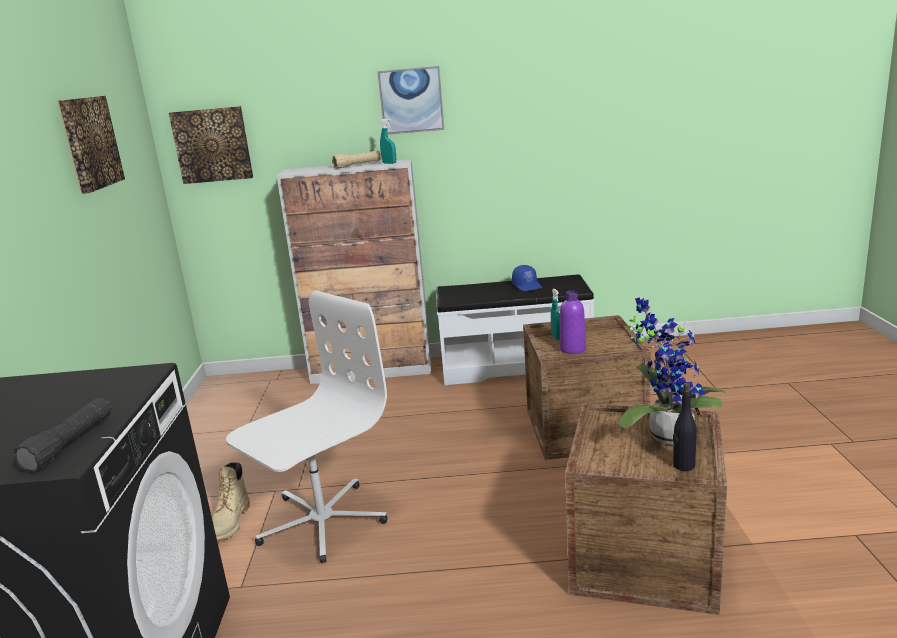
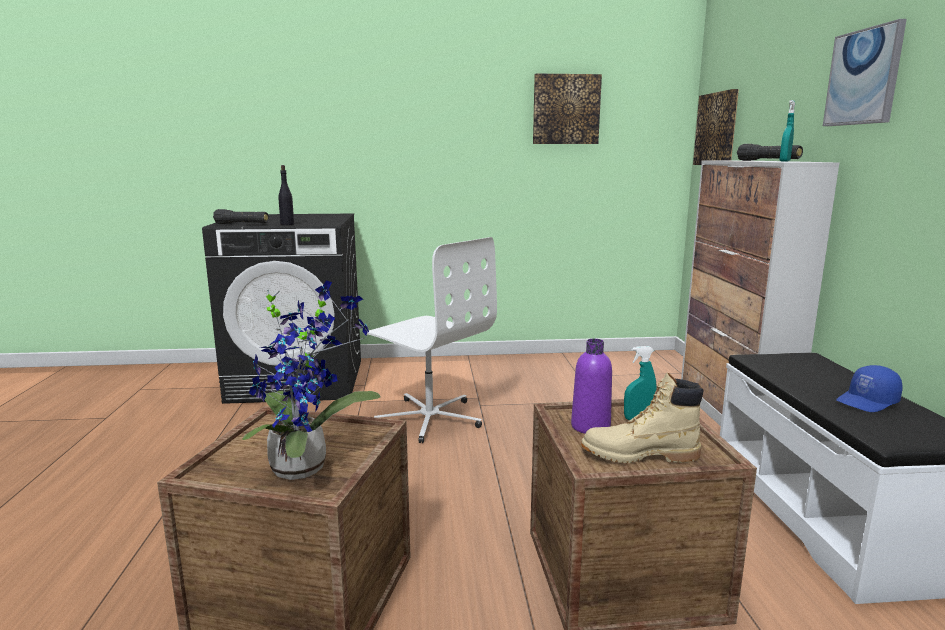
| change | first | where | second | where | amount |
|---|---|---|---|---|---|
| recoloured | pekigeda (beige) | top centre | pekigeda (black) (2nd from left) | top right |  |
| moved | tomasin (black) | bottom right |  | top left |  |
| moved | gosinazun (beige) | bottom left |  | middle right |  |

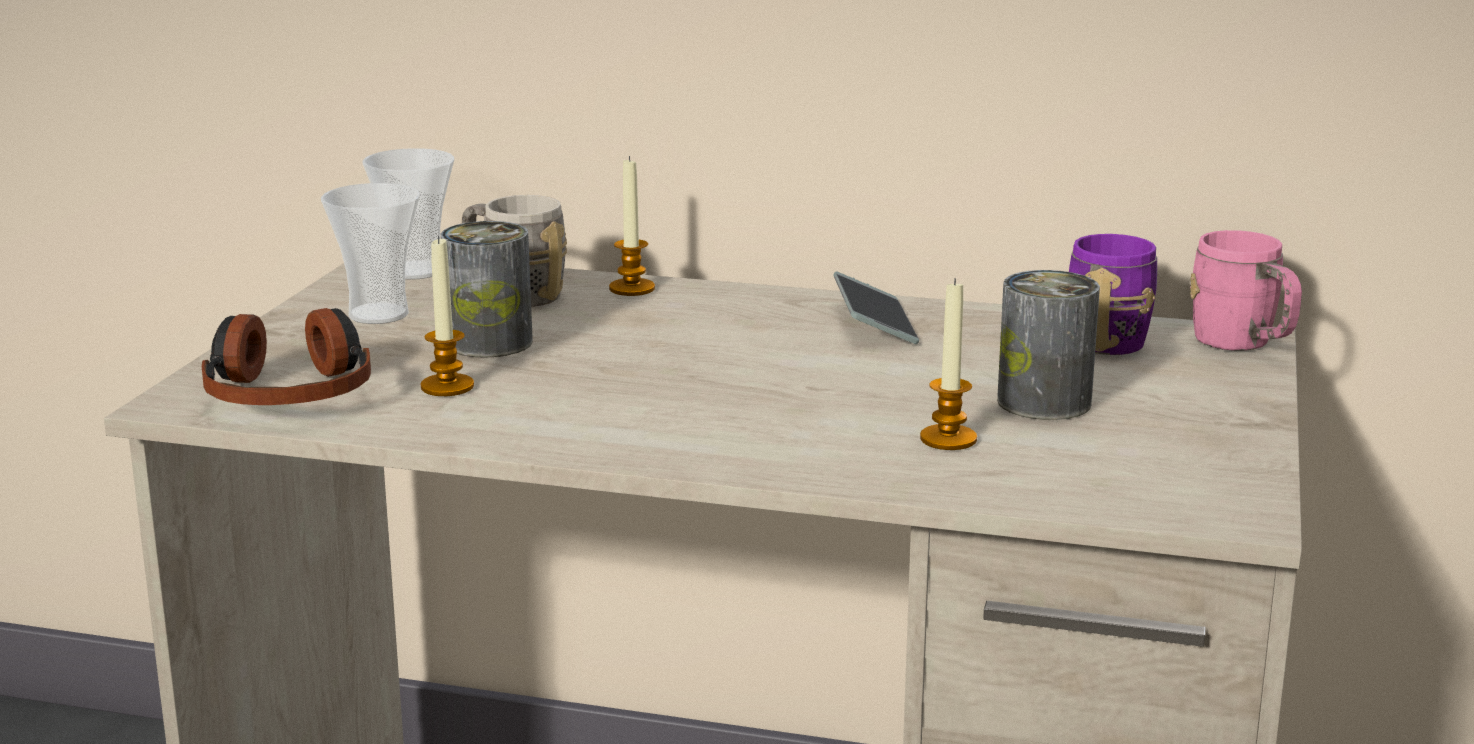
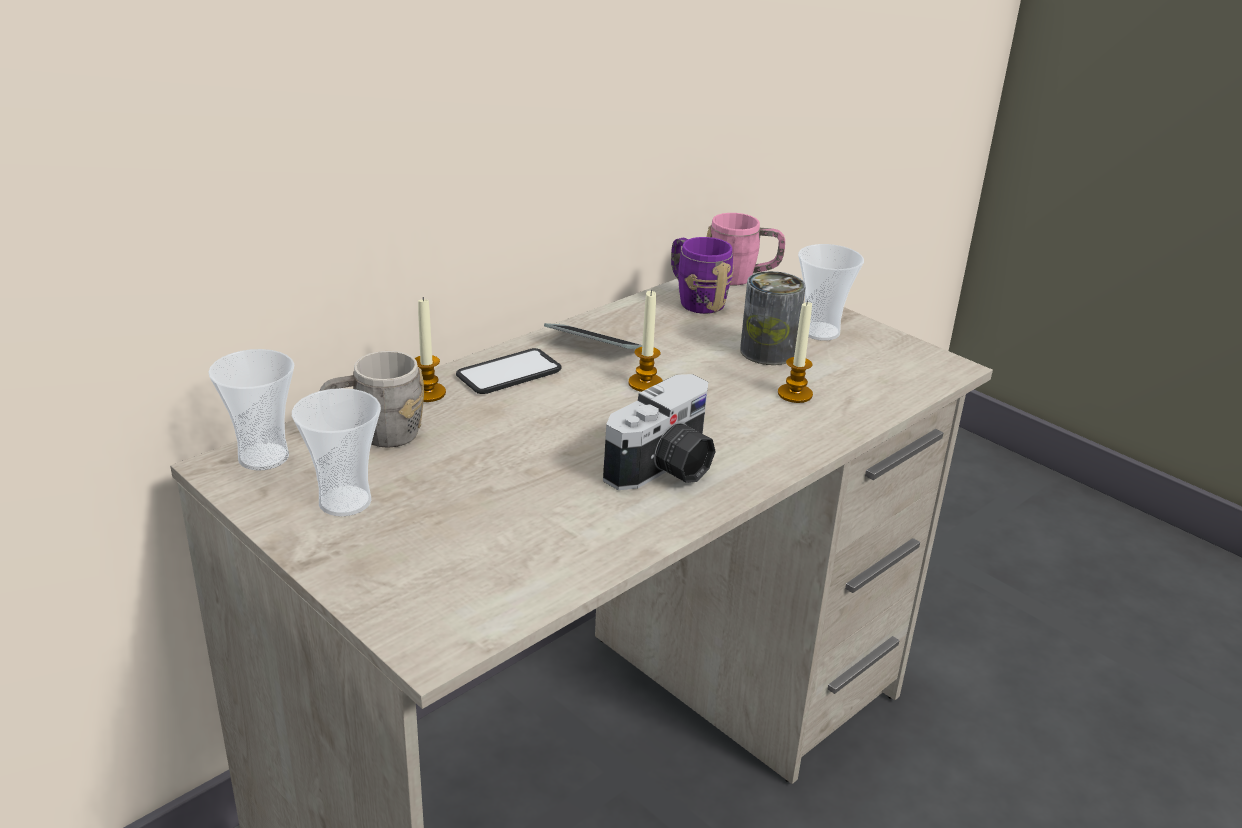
| change | first | where | second | where | amount |
|---|---|---|---|---|---|
| removed | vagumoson (1st from left) | middle left |  |  |  |
| moved | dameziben (1st from left in the first image) | middle left | dameziben (2nd from left) | centre |  |
| removed | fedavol | middle left |  |  |  |
| added |  |  | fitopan (3rd from left) | middle right |  |
| added |  |  | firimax (1st from left) | centre |  |
| added |  |  | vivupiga | centre |  |

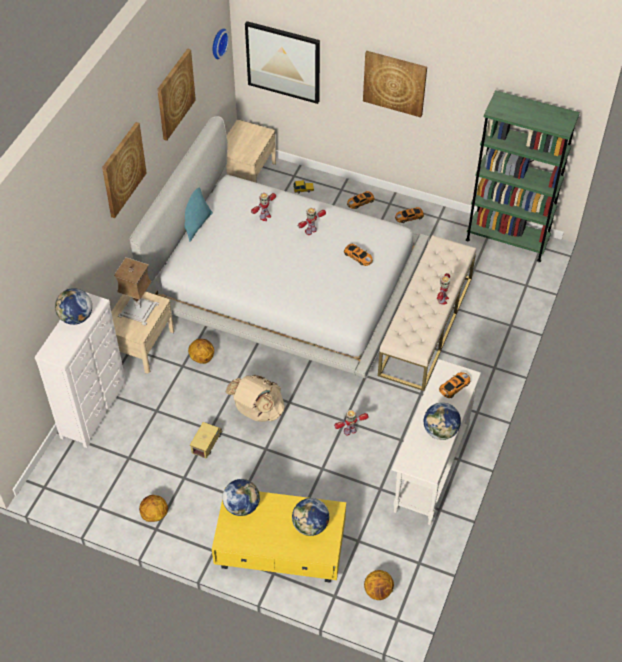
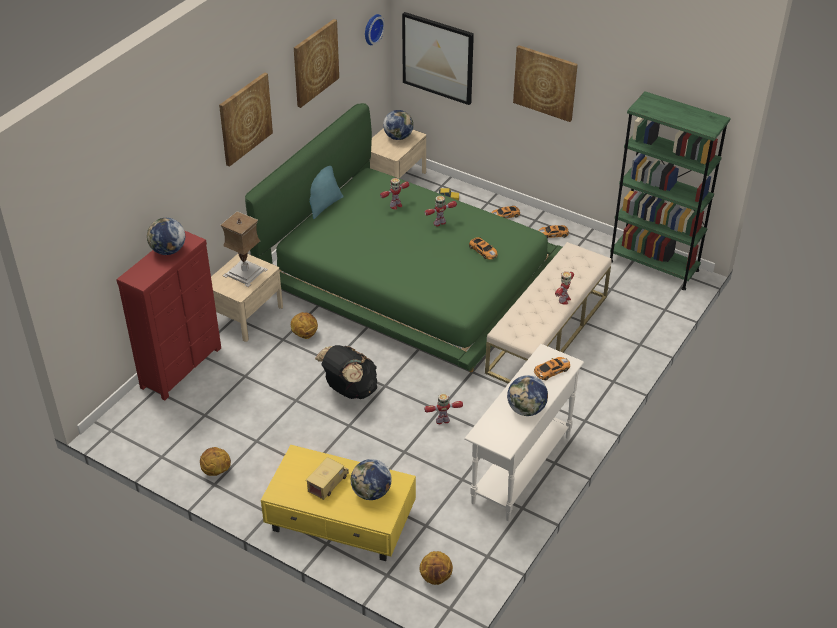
| change | first | where | second | where | amount |
|---|---|---|---|---|---|
| recoloured | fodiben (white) | centre | fodiben (green) | centre |  |
| recoloured | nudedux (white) | middle left | nudedux (red) | middle left |  |
| recoloured | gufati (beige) | centre | gufati (black) | centre |  |
| moved | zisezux | middle left |  | bottom centre |  |
| moved | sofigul (2nd from left in the first image) | bottom centre | sofigul (3rd from left) | top centre |  |

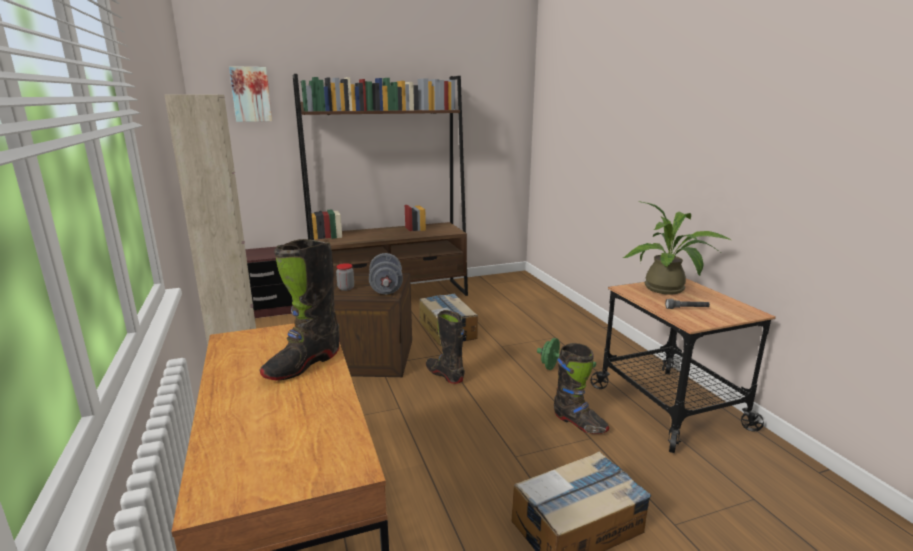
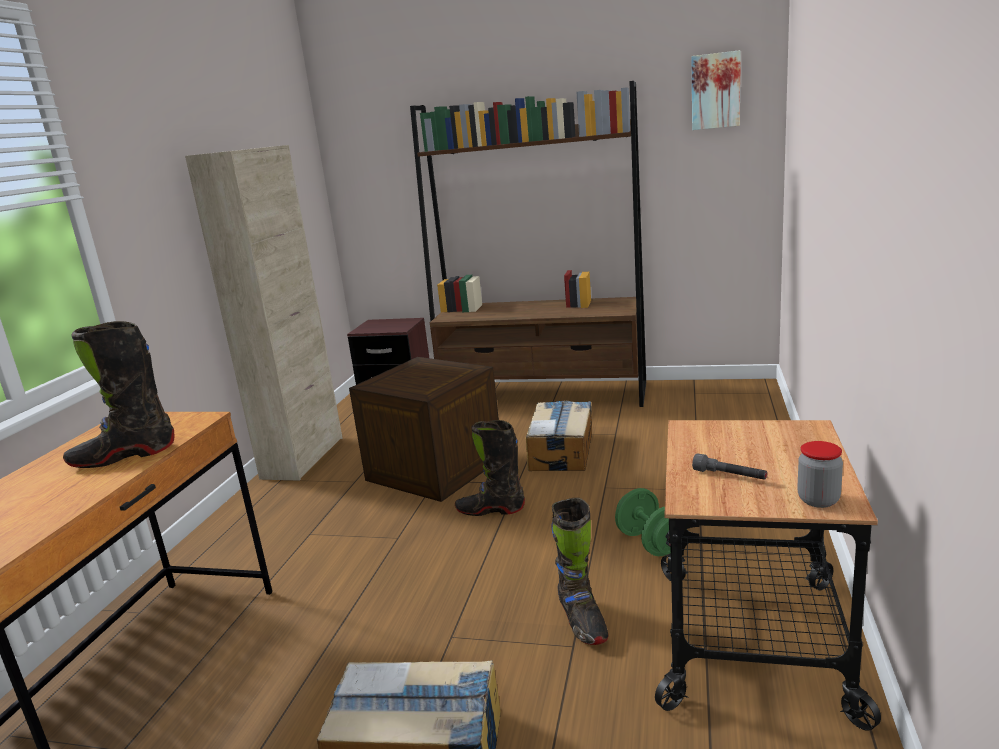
| change | first | where | second | where | amount |
|---|---|---|---|---|---|
| moved | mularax | top left |  | top right |  |
| removed | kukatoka | middle right |  |  |  |
| removed | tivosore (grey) | centre |  |  |  |
| moved | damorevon | centre |  | middle right |  |
| turned | gosinazun (black) (2nd from left) | centre |  | centre | 75 degrees counterclockwise |

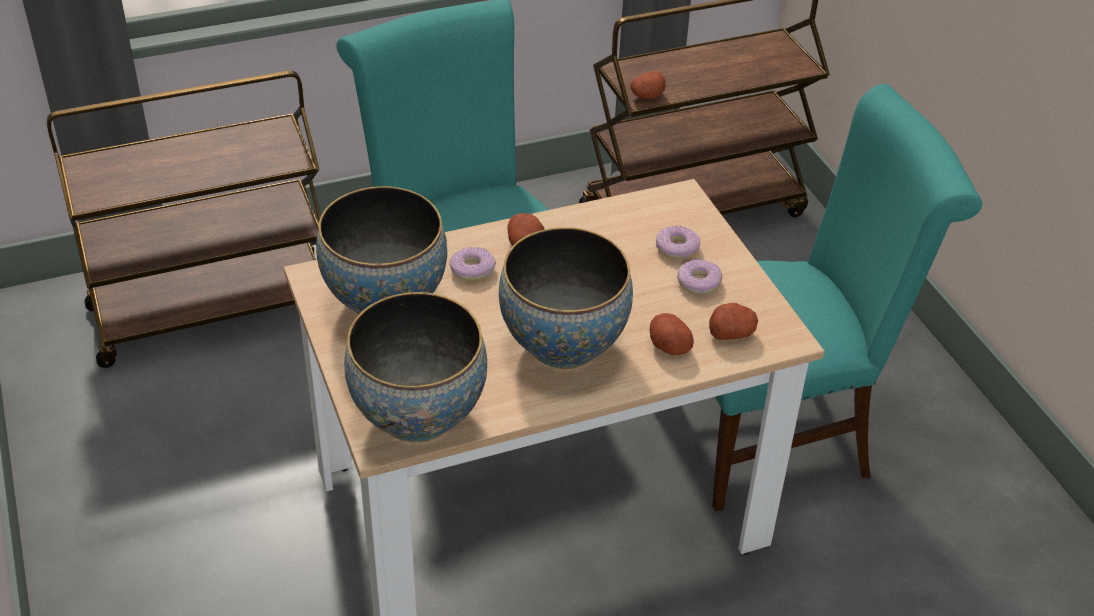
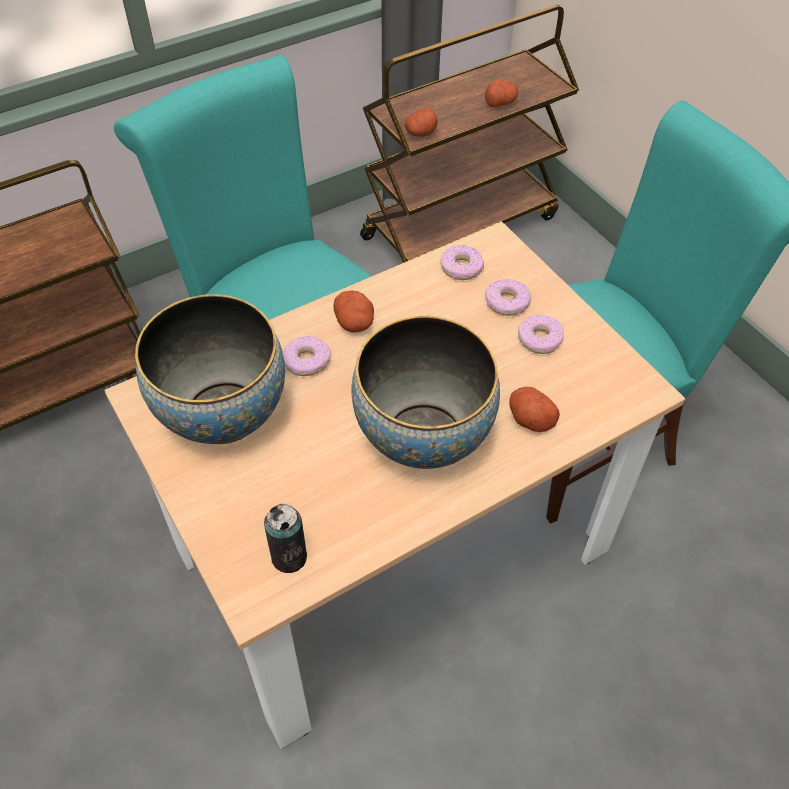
| change | first | where | second | where | amount |
|---|---|---|---|---|---|
| replaced | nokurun (2nd from left) | centre | vagumoson | bottom centre |  |
| moved | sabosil (4th from left in the first image) | middle right | sabosil (3rd from left) | top centre |  |
| added |  |  | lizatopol (2nd from left) | top centre |  |

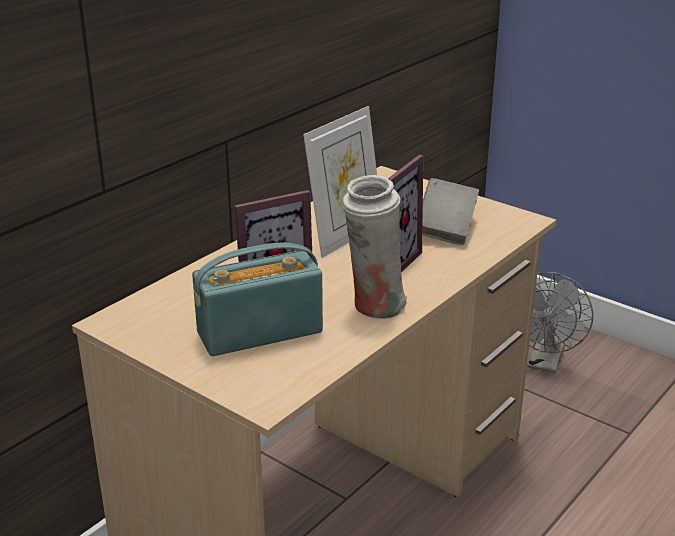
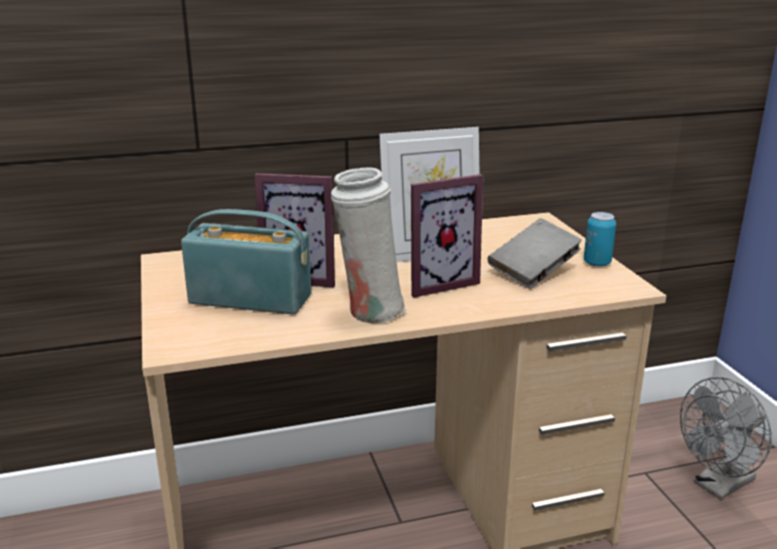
| change | first | where | second | where | amount |
|---|---|---|---|---|---|
| added |  |  | vagumoson | middle right |  |

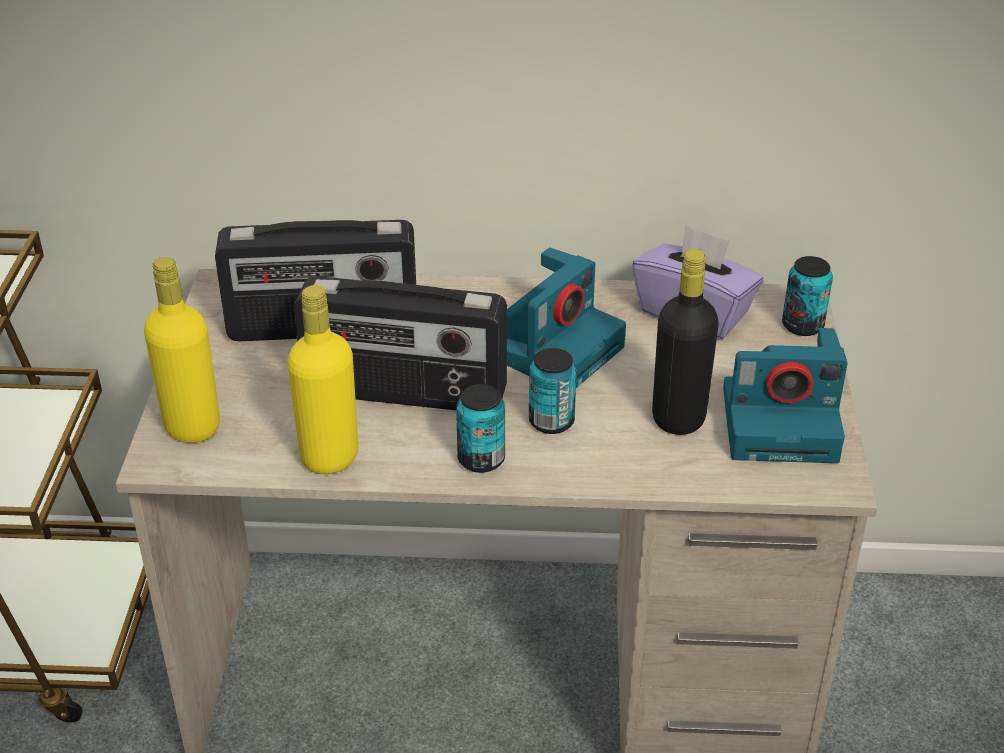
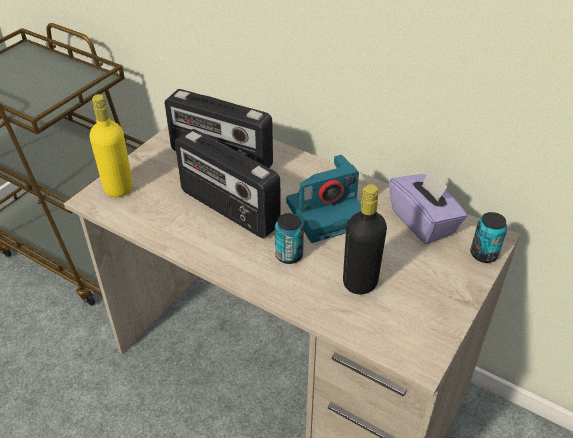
| change | first | where | second | where | amount |
|---|---|---|---|---|---|
| removed | tomasin (yellow) (2nd from left) | middle left |  |  |  |
| removed | vivupiga (2nd from left) | middle right |  |  |  |
| removed | vagumoson (1st from left) | centre |  |  |  |

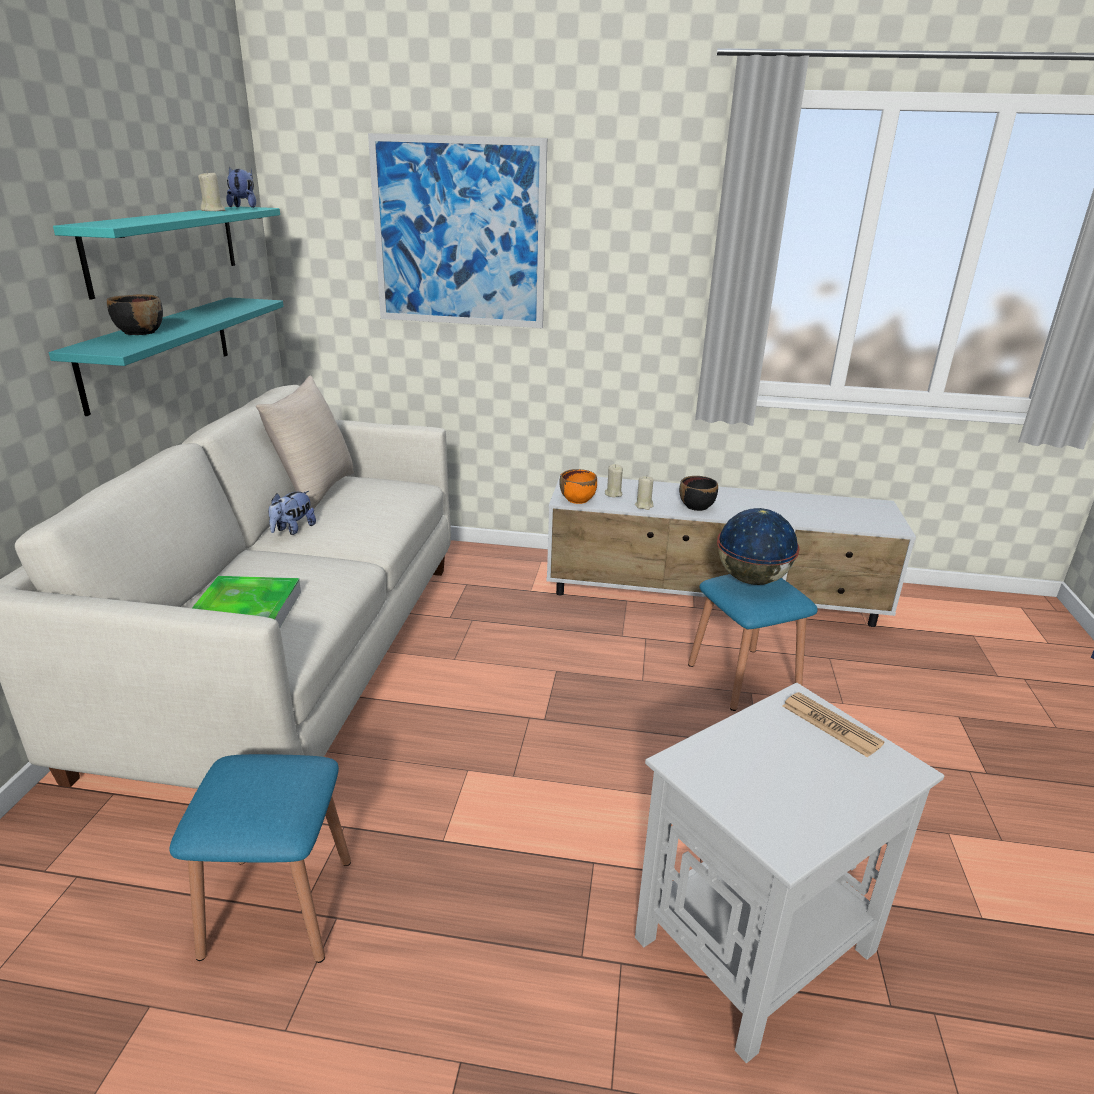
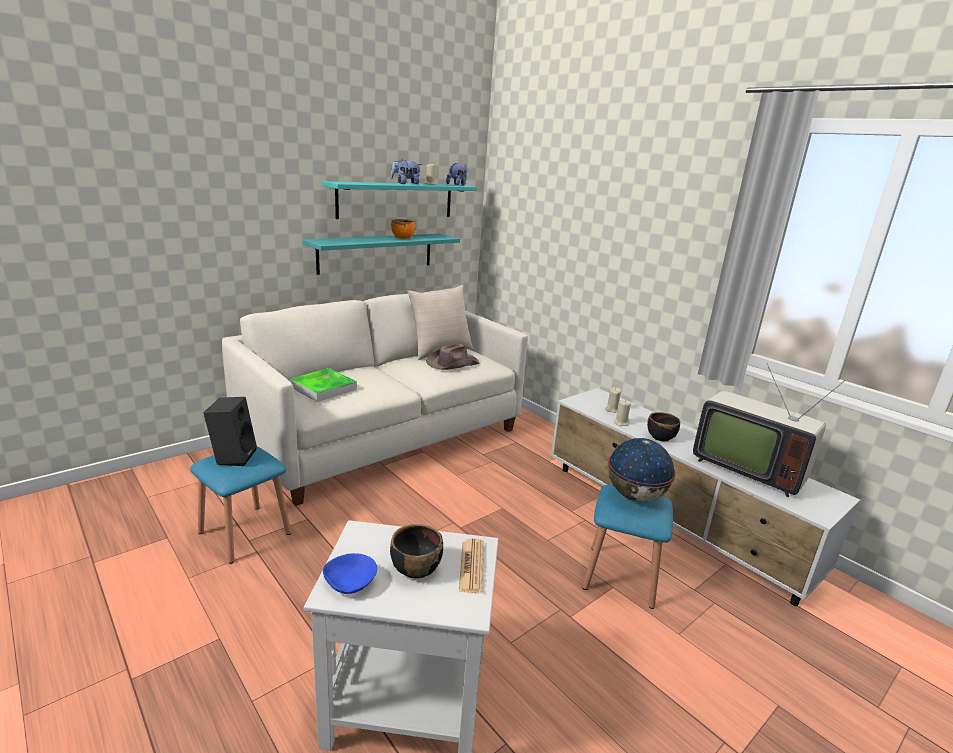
| change | first | where | second | where | amount |
|---|---|---|---|---|---|
| removed | mularax | top centre |  |  |  |
| moved | nokurun (black) (1st from left) | top left |  | bottom centre |  |
| moved | nokurun (orange) | centre |  | top centre |  |
| moved | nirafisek (2nd from left in the first image) | middle left | nirafisek (1st from left) | top centre |  |
| added |  |  | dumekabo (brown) | centre |  |
| added |  |  | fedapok | middle right |  |
| added |  |  | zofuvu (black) | middle left |  |
| added |  |  | nokurun (blue) | bottom centre |  |

